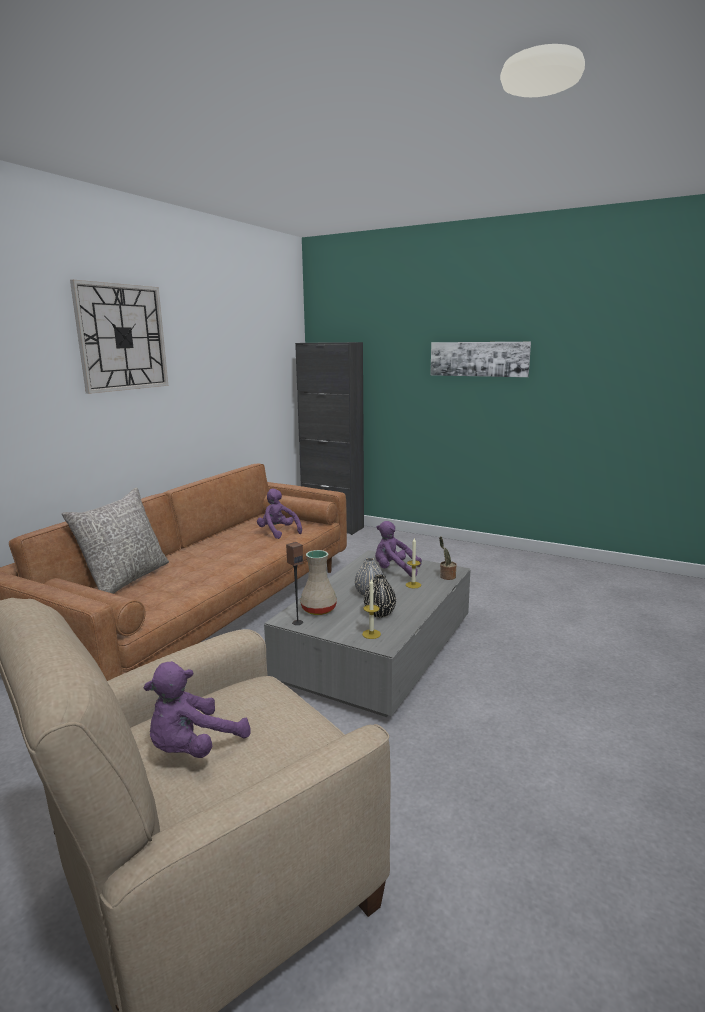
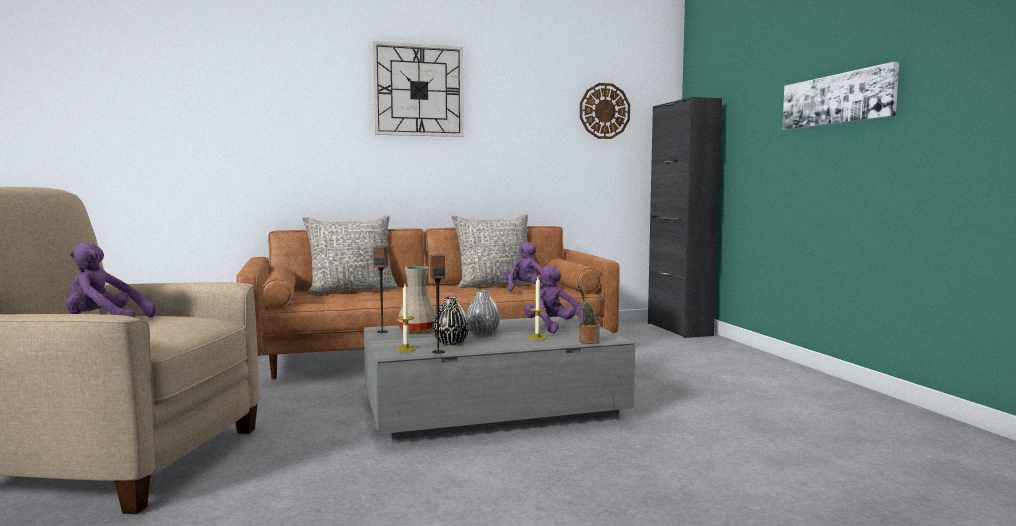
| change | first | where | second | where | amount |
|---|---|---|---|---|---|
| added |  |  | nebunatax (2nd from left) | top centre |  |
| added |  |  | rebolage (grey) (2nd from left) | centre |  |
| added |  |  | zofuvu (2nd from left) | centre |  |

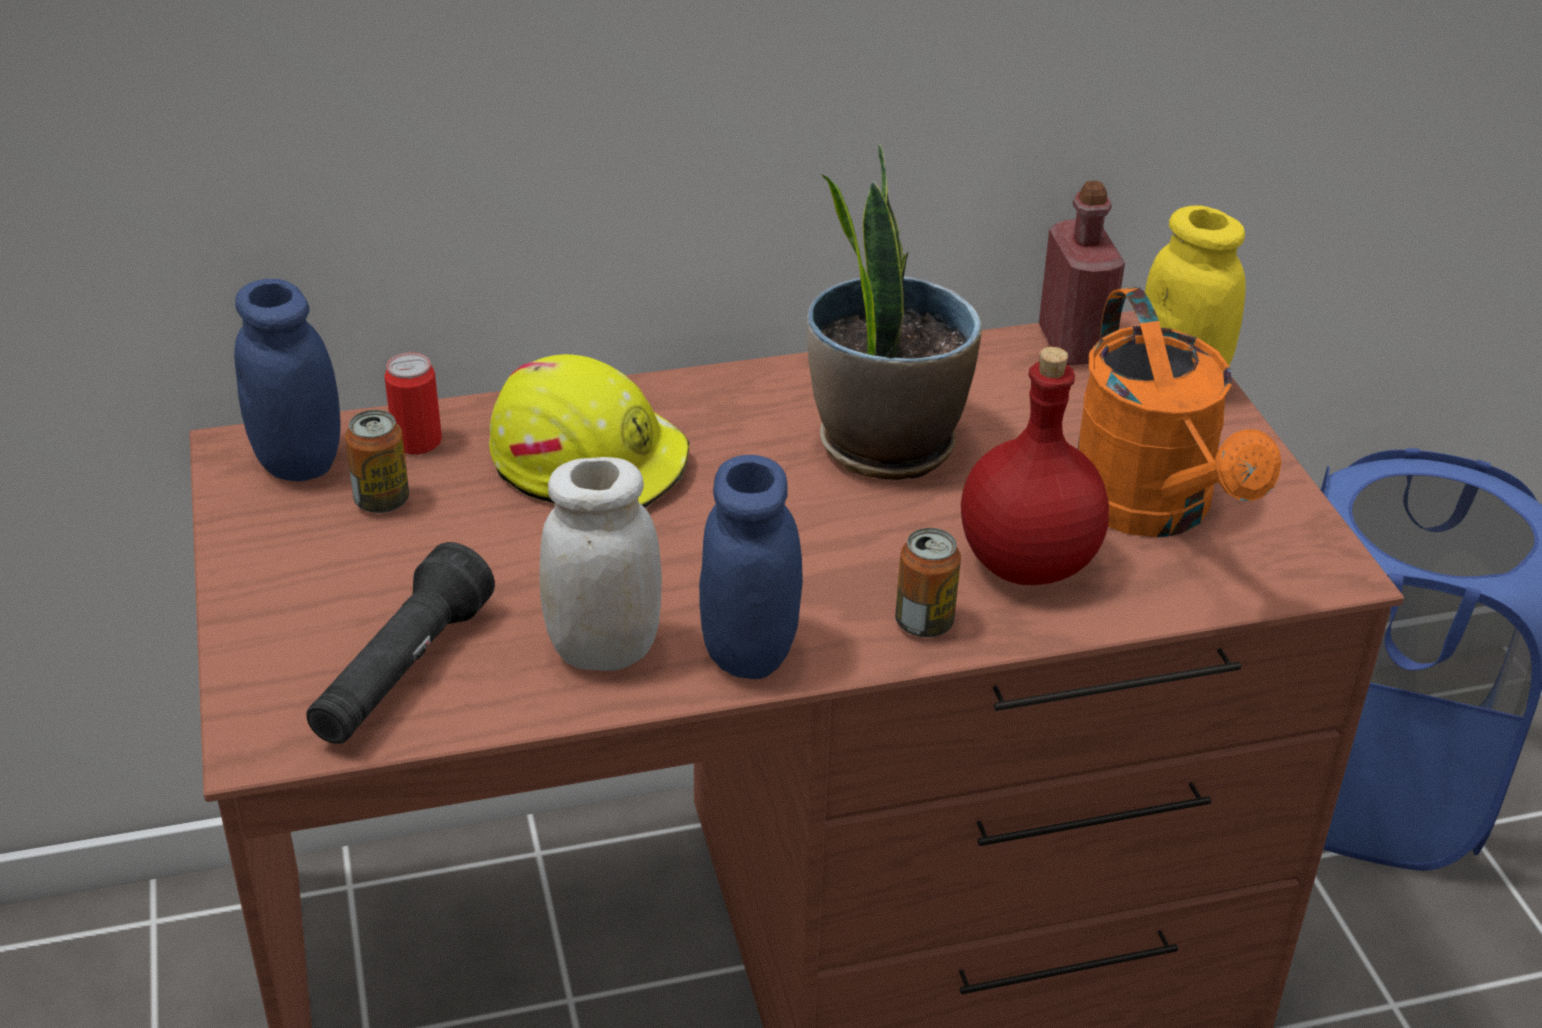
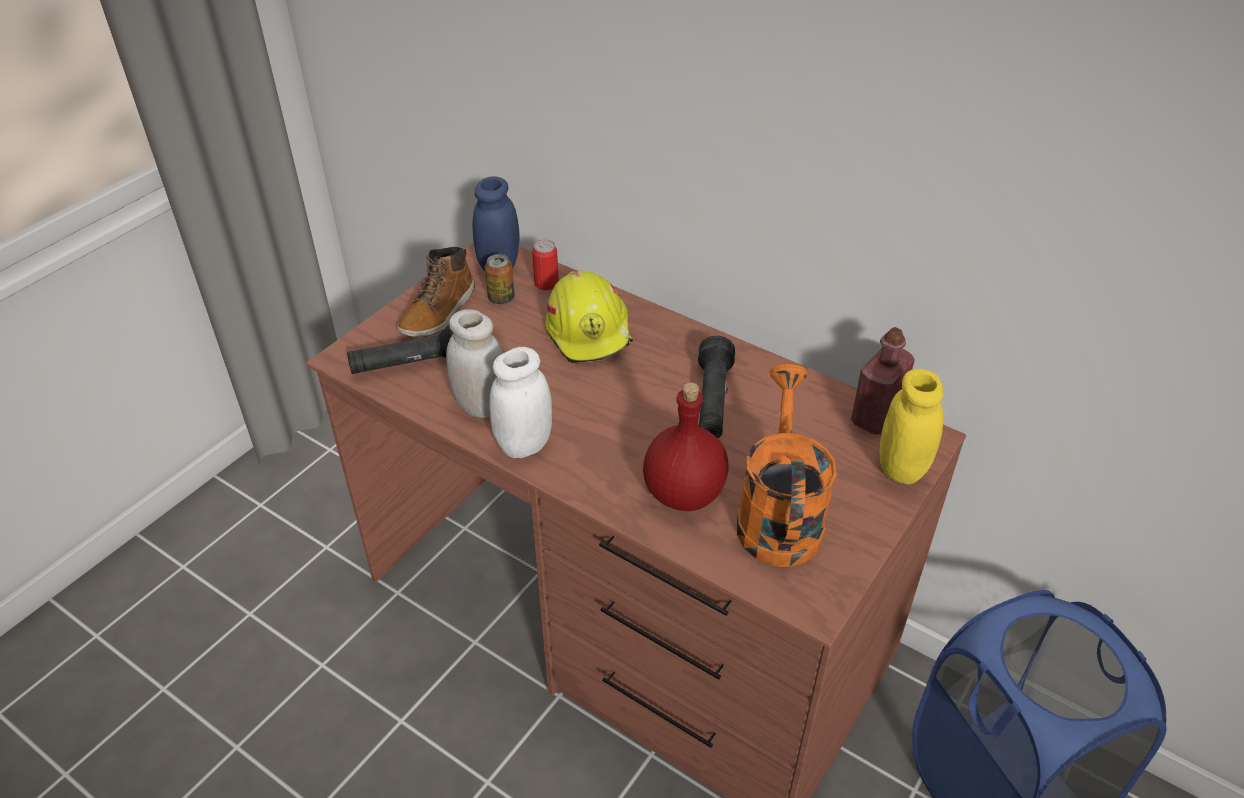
| change | first | where | second | where | amount |
|---|---|---|---|---|---|
| replaced | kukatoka | top centre | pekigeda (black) (2nd from left) | centre |  |
| turned | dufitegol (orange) | middle right |  | centre | 150 degrees clockwise |
| recoloured | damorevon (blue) (2nd from left) | centre | damorevon (white) (2nd from left) | centre |  |
| removed | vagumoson (3rd from left) | centre |  |  |  |
| added |  |  | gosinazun | centre |  |

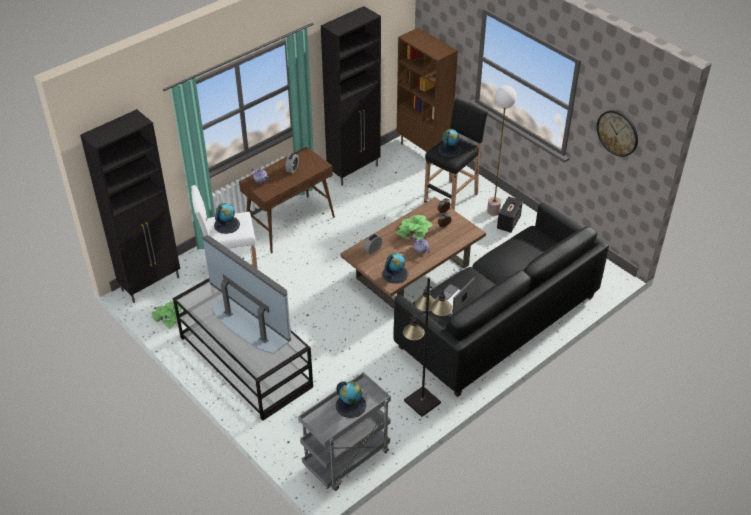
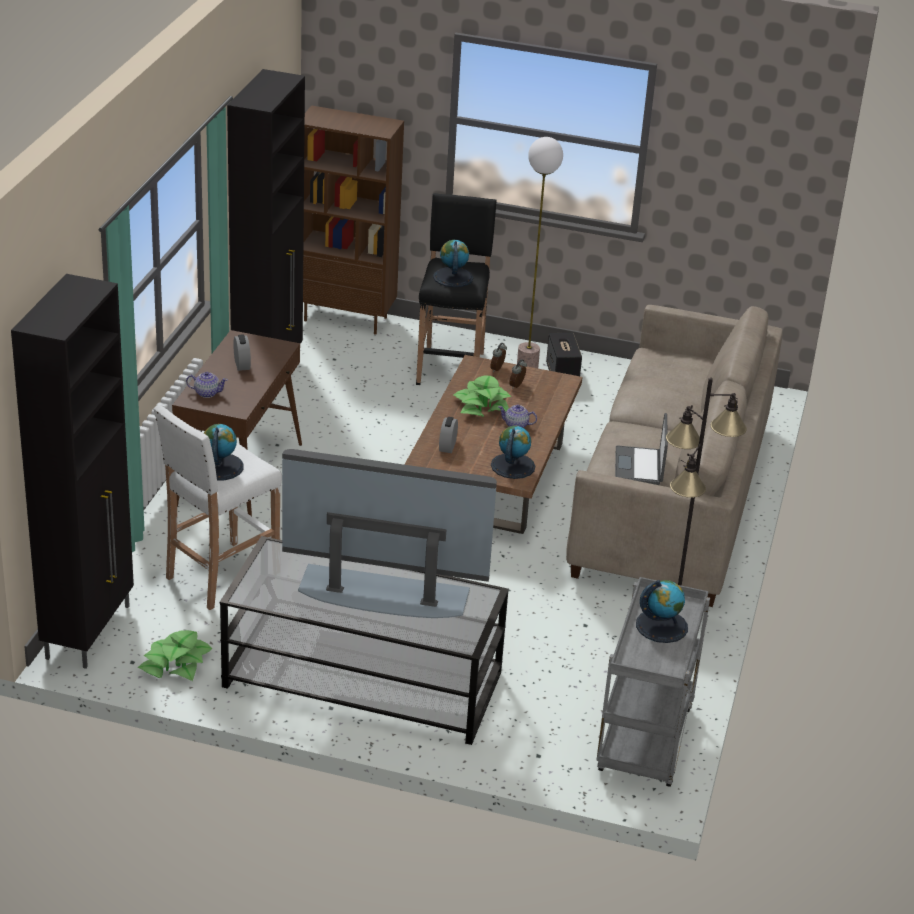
| change | first | where | second | where | amount |
|---|---|---|---|---|---|
| removed | nebunatax | top right |  |  |  |
| recoloured | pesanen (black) | middle right | pesanen (beige) | middle right |  |

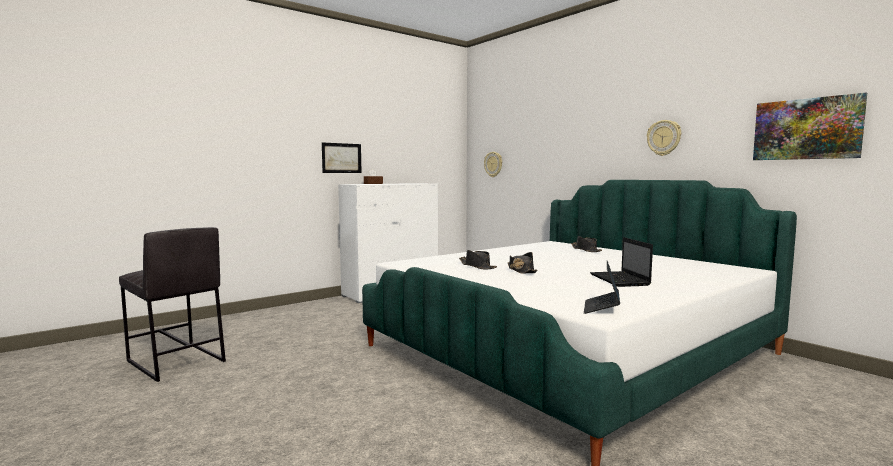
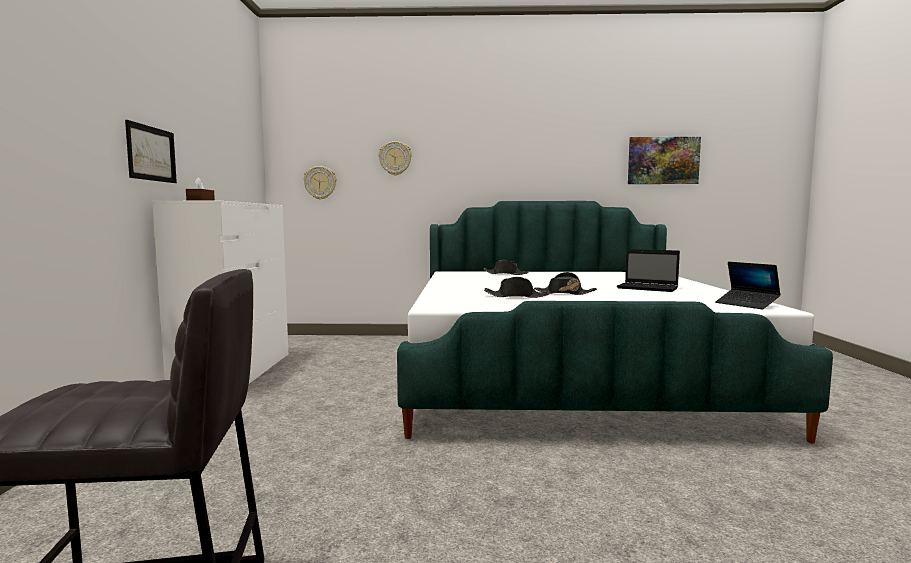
| change | first | where | second | where | amount |
|---|---|---|---|---|---|
| moved | nebunatax (2nd from left) | top right |  | top centre |  |

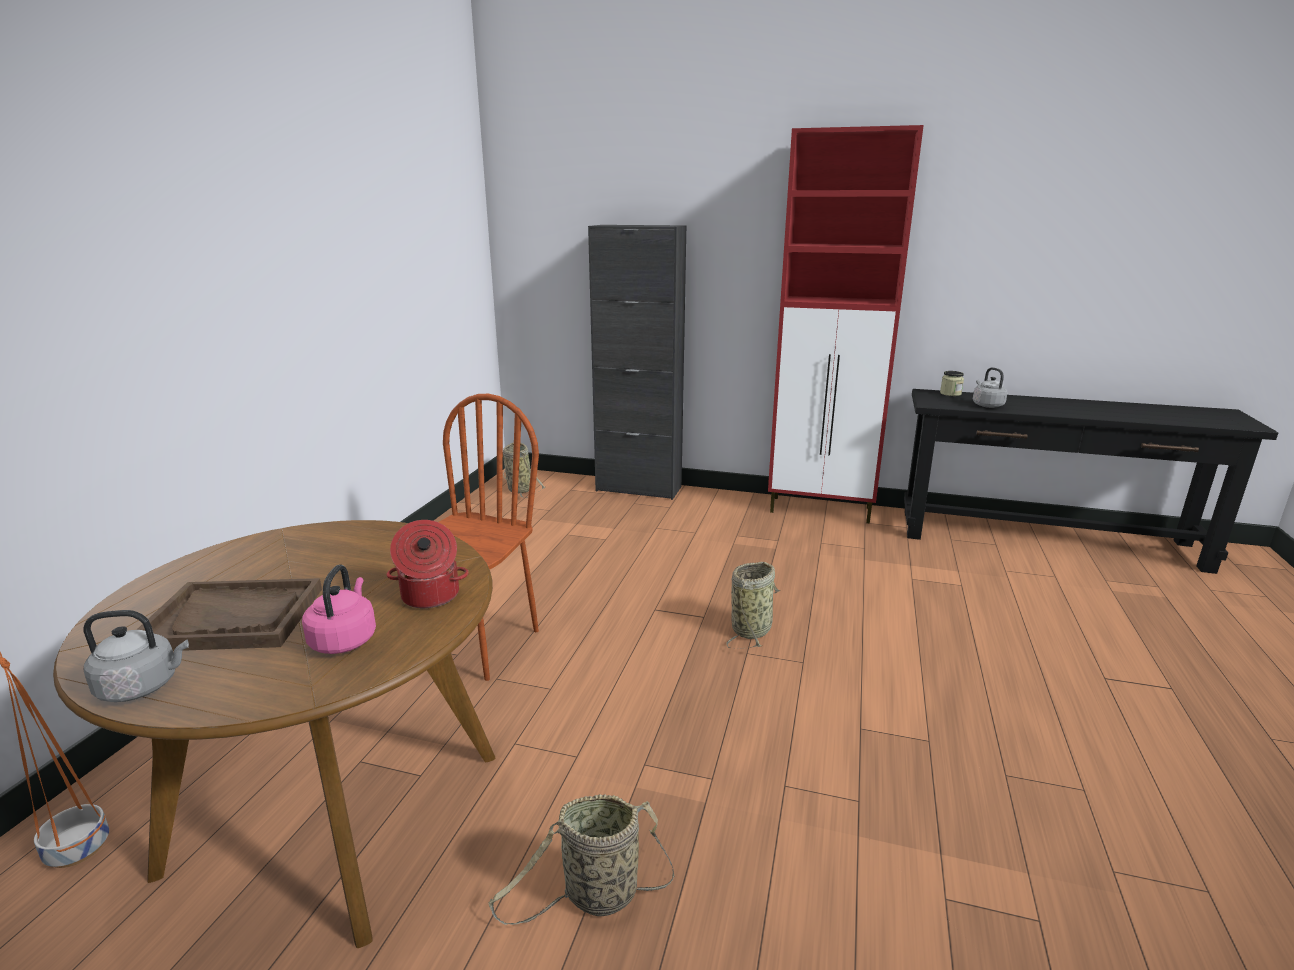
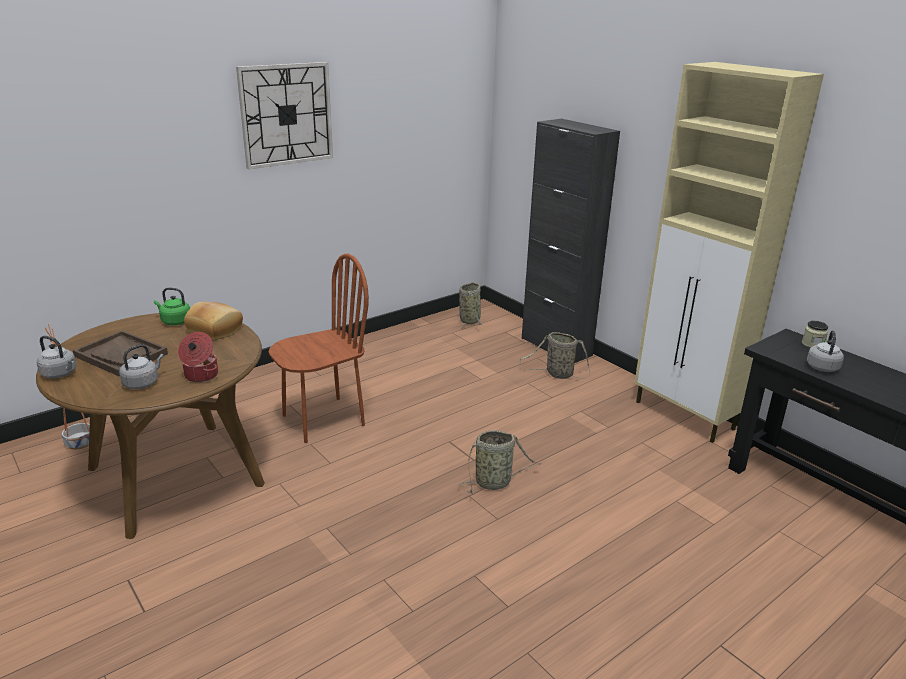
| change | first | where | second | where | amount |
|---|---|---|---|---|---|
| recoloured | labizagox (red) | centre | labizagox (beige) | middle right |  |
| recoloured | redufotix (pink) | middle left | redufotix (grey) (2nd from left) | middle left |  |
| moved | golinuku (2nd from left in the first image) | bottom centre | golinuku (3rd from left) | centre |  |
| added |  |  | nebunatax | top left |  |
| added |  |  | redufotix (green) | middle left |  |
| added |  |  | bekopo | middle left |  |

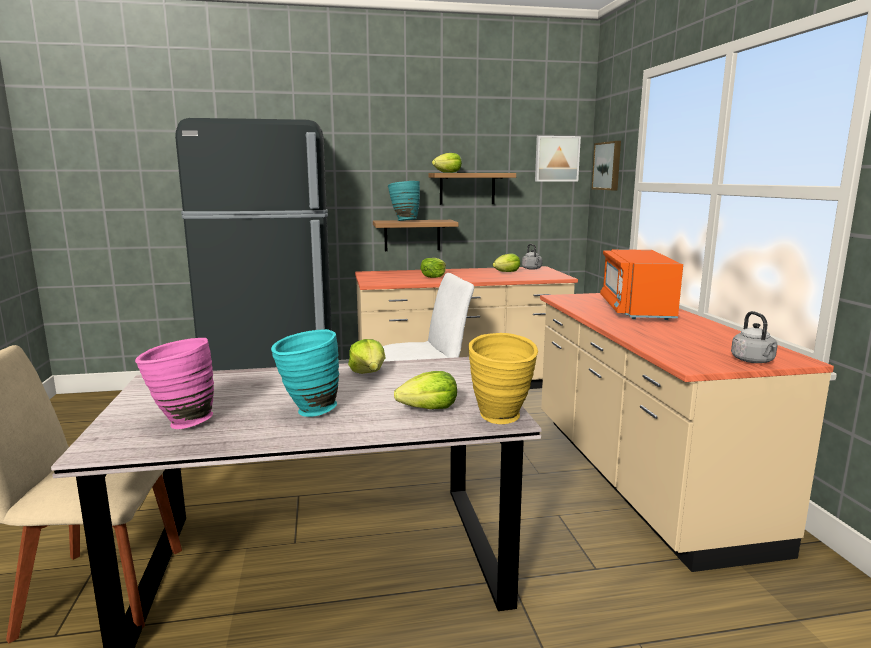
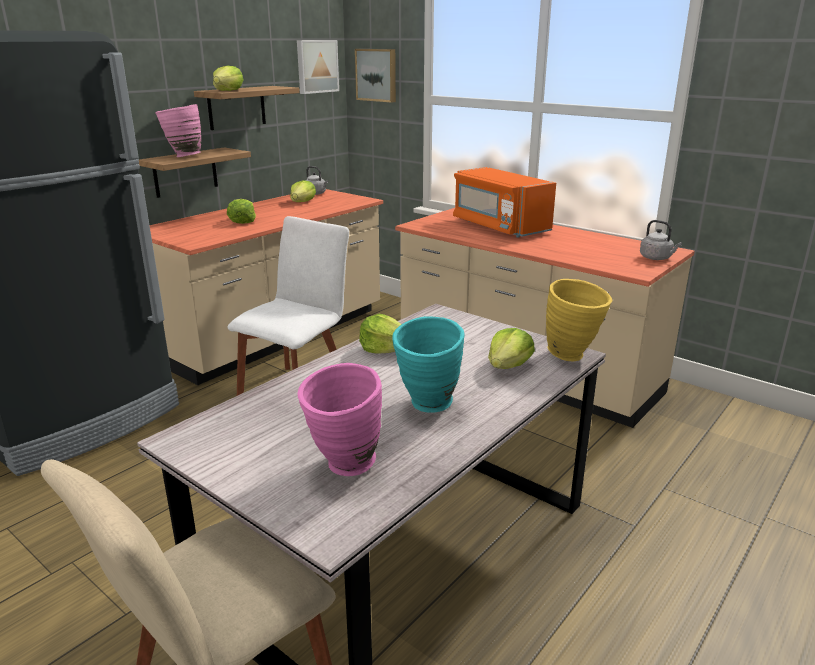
| change | first | where | second | where | amount |
|---|---|---|---|---|---|
| recoloured | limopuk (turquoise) (2nd from left) | top centre | limopuk (pink) (1st from left) | top left |  |

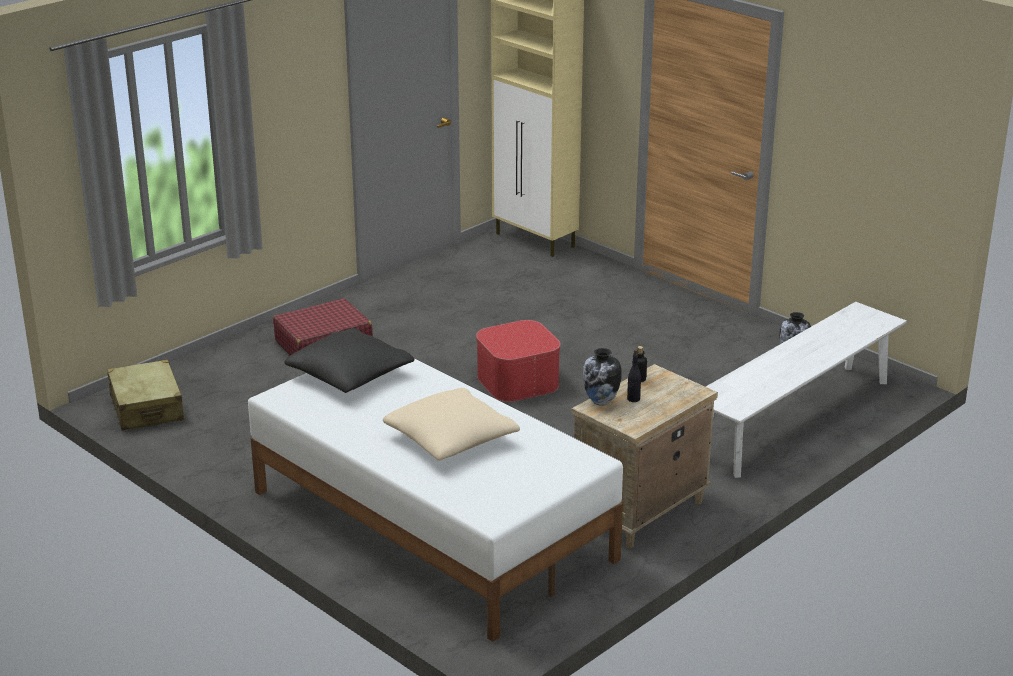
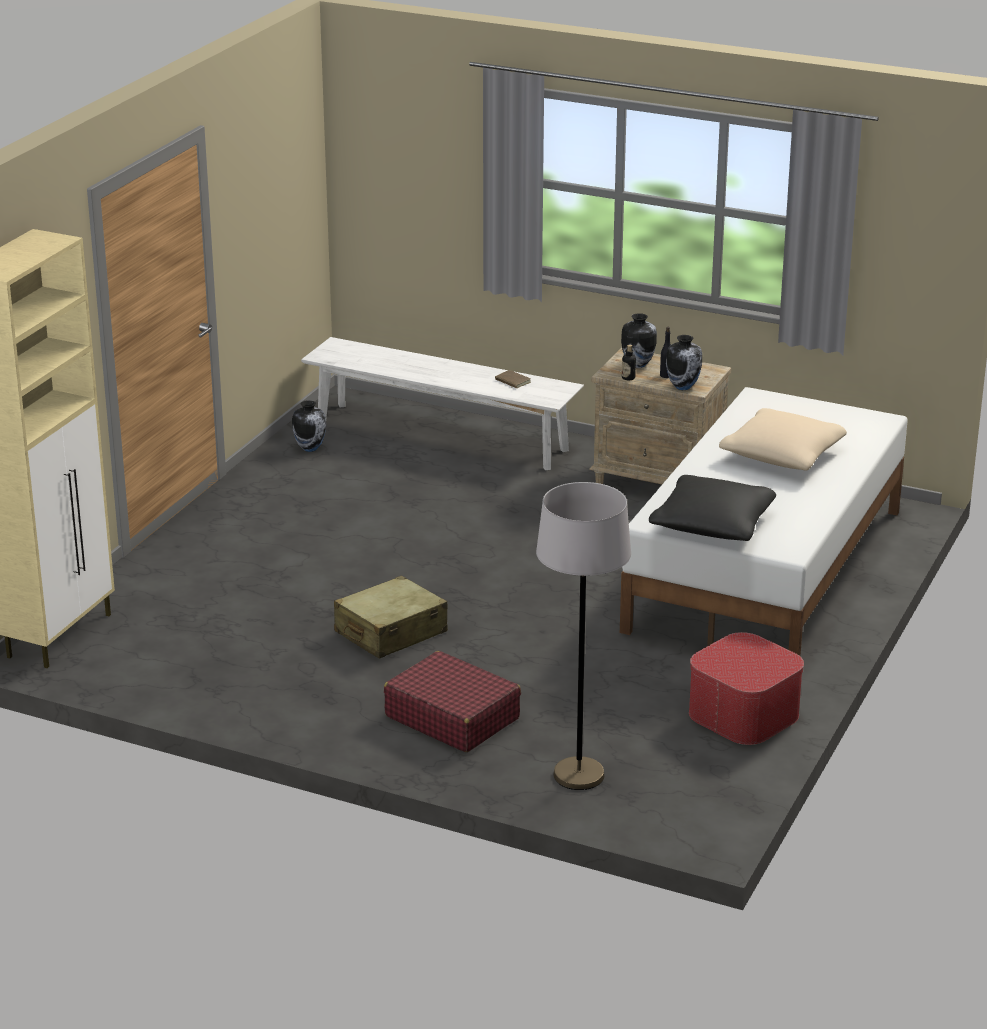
| change | first | where | second | where | amount |
|---|---|---|---|---|---|
| moved | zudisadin | centre |  | bottom right |  |
| moved | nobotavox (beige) | middle left |  | centre |  |
| added |  |  | limopuk (2nd from left) | top centre |  |
| added |  |  | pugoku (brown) | centre |  |
| added |  |  | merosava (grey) | centre |  |

